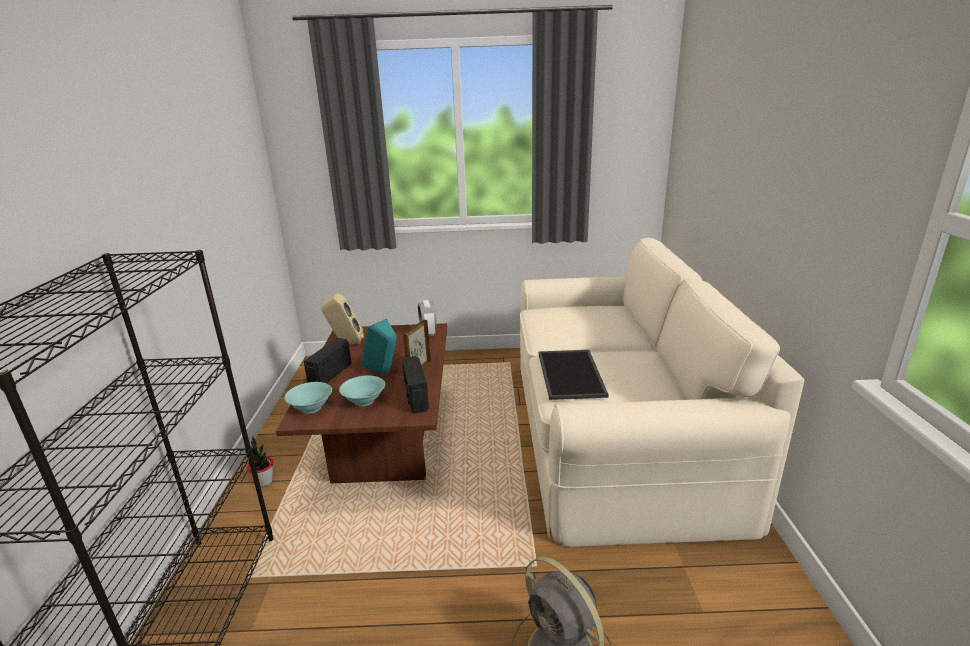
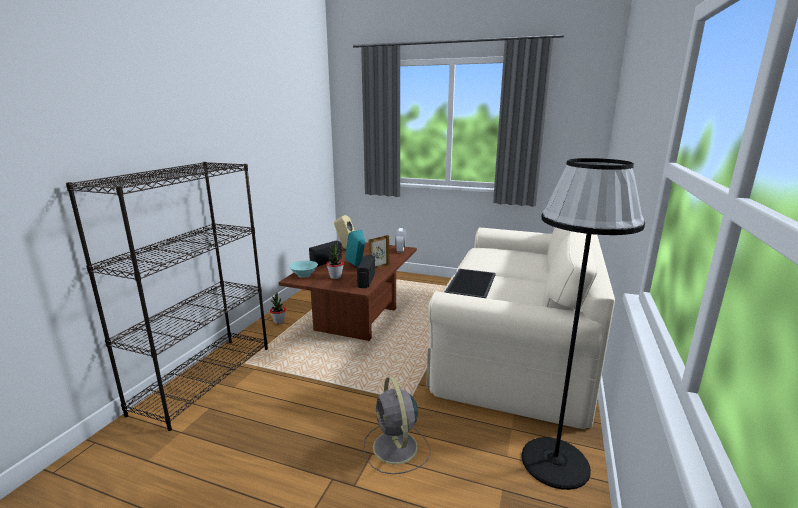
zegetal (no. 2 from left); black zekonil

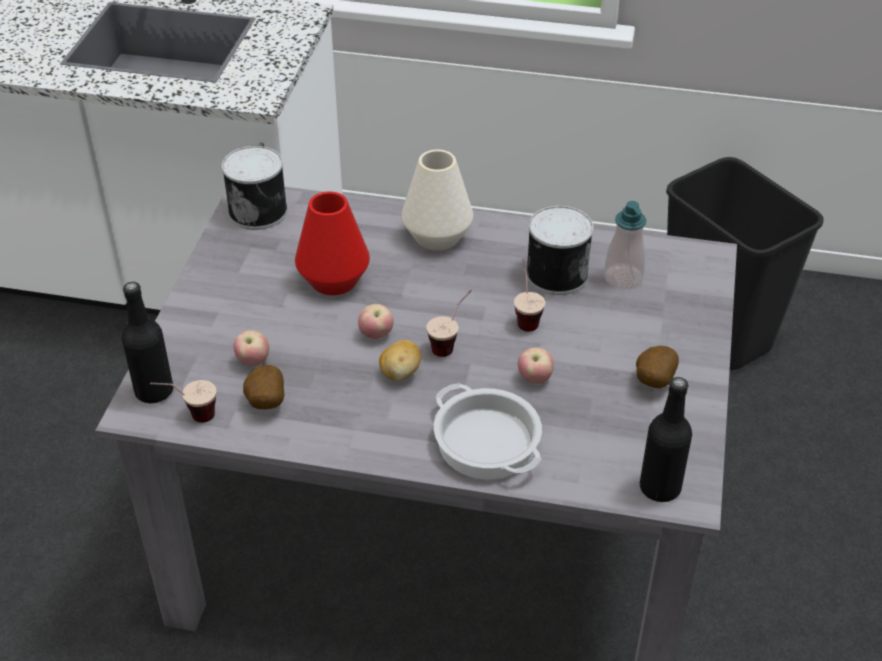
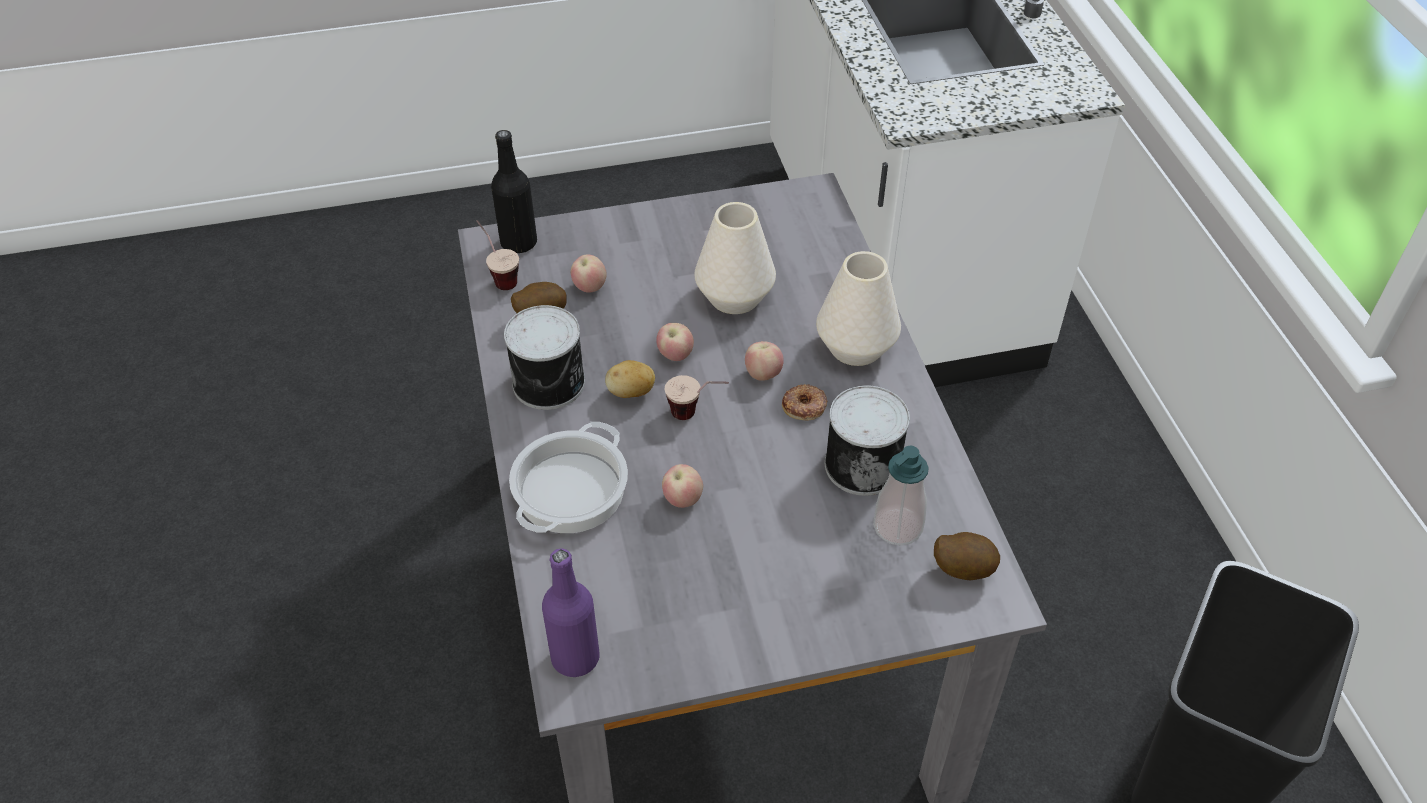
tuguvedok (no. 1 from left); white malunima (no. 1 from left); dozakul (no. 3 from left in the first image); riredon (no. 3 from left); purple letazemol; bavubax (no. 4 from left); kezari

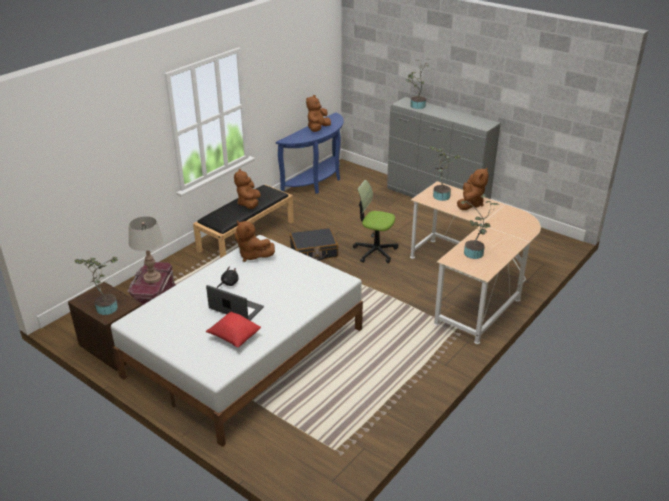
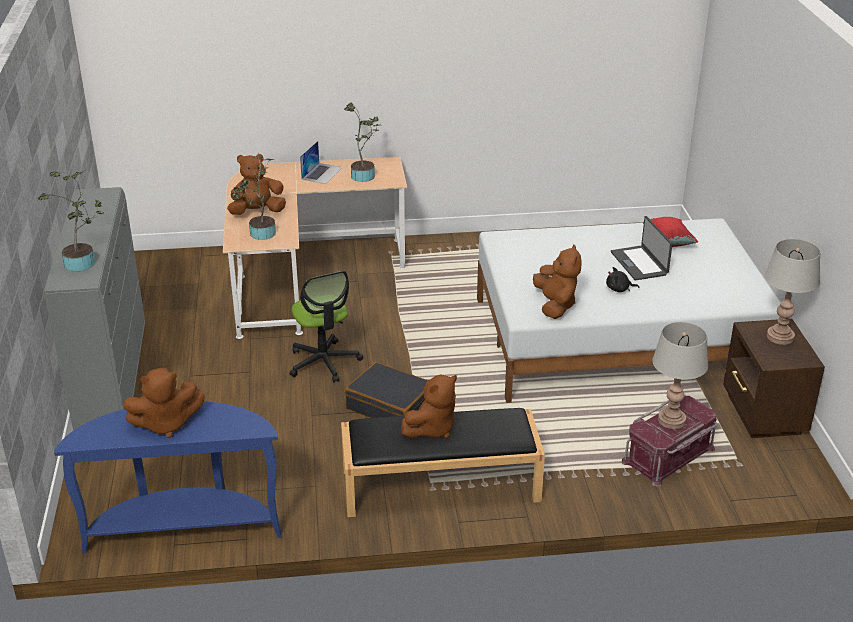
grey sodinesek (no. 2 from left); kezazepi (no. 1 from left)

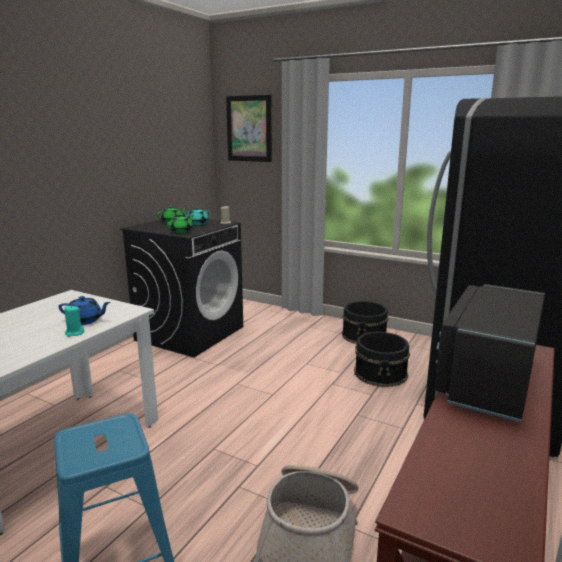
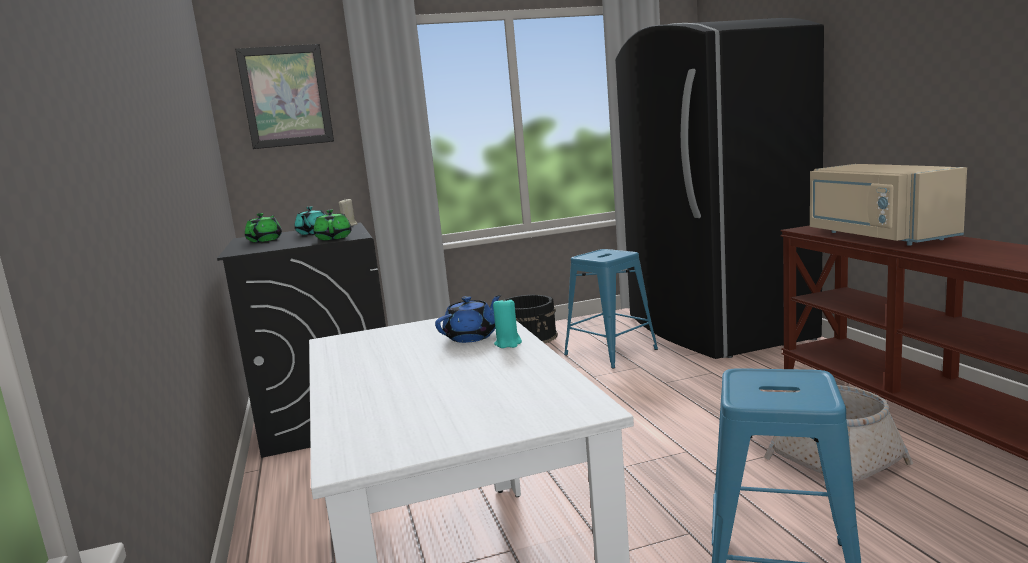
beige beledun; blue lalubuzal (no. 1 from left)

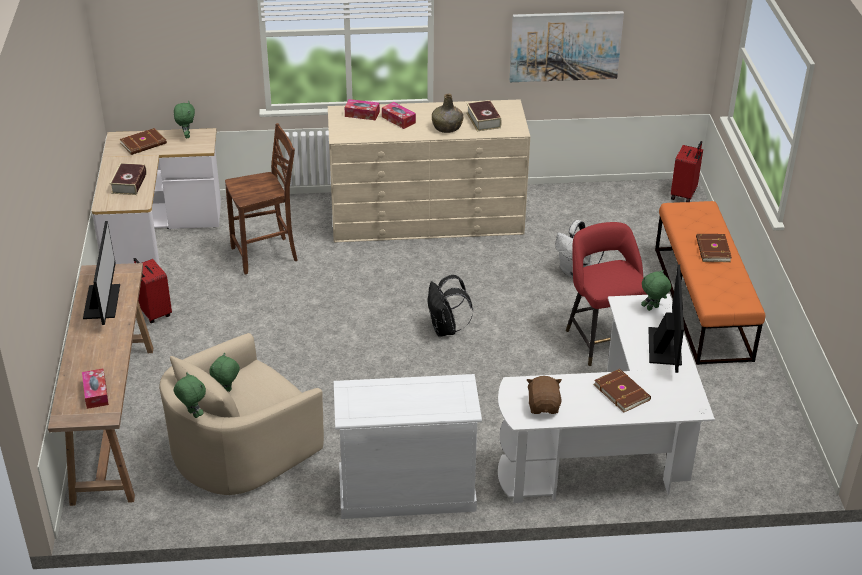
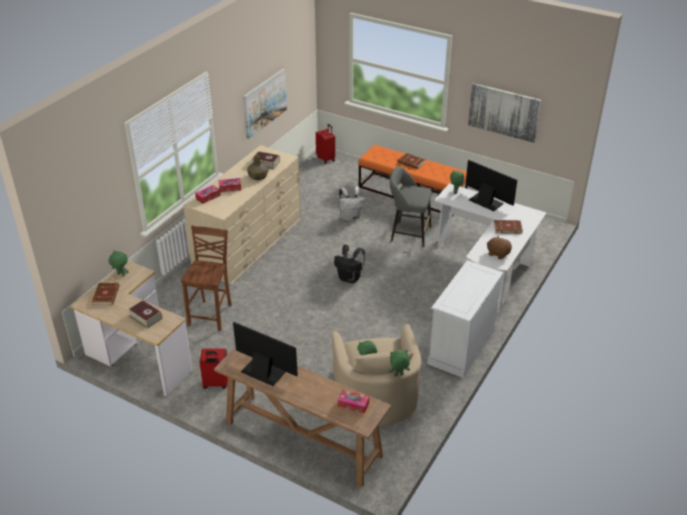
grey lalubuzal; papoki (no. 2 from left)

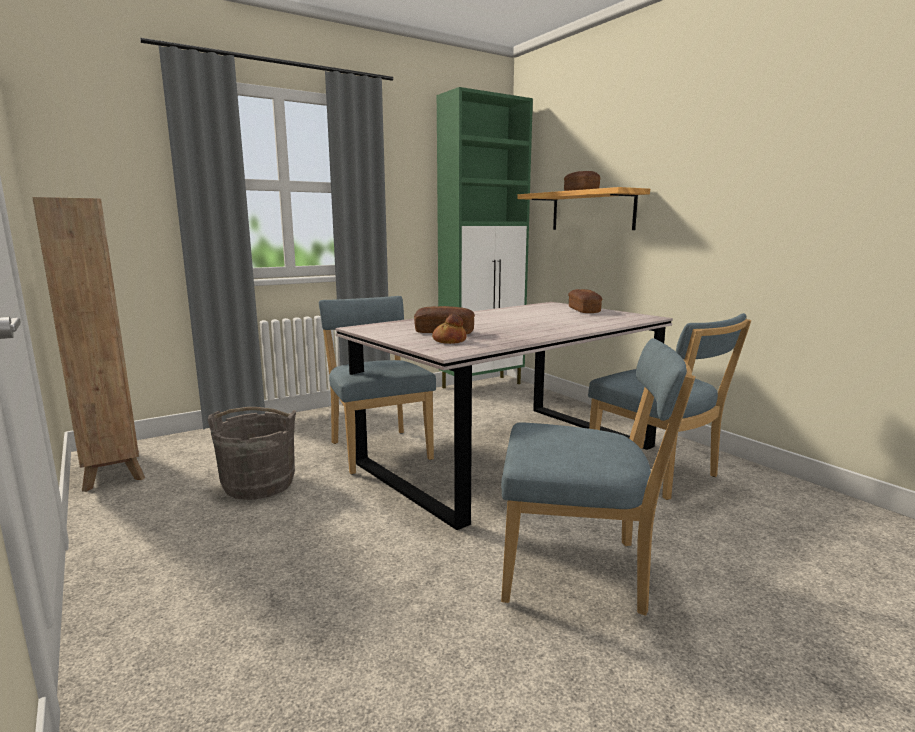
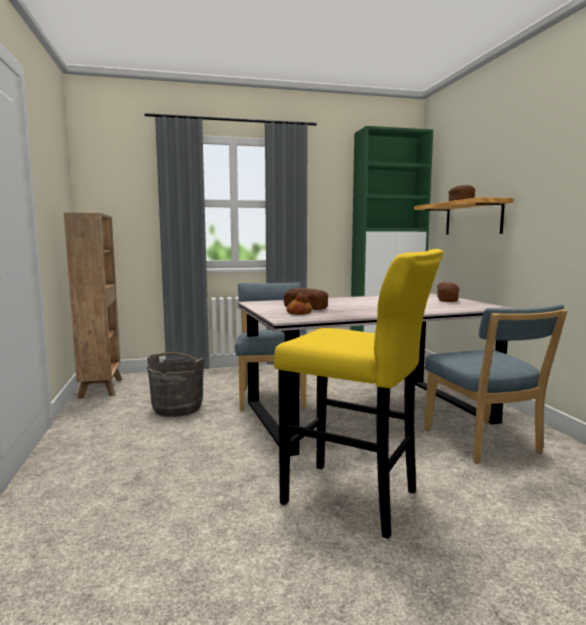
yellow lalubuzal

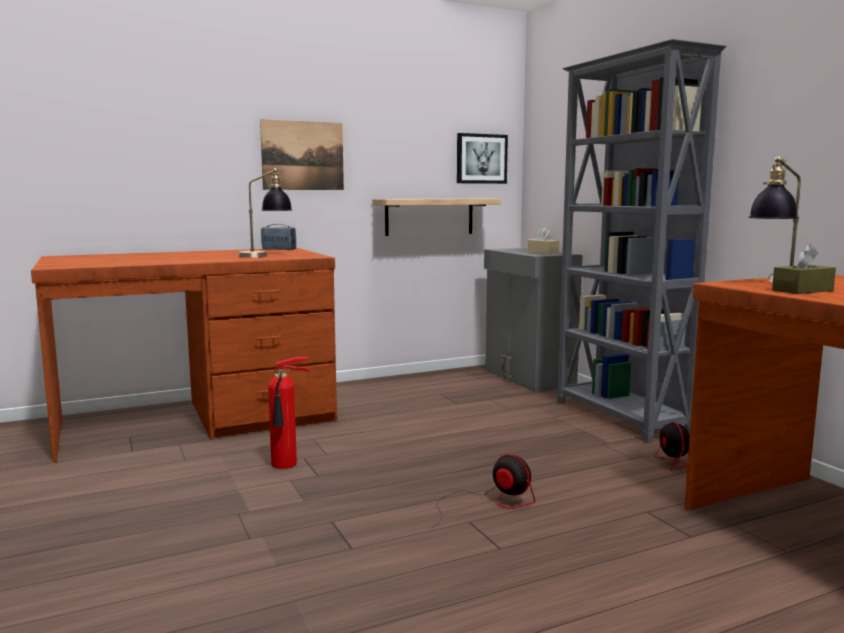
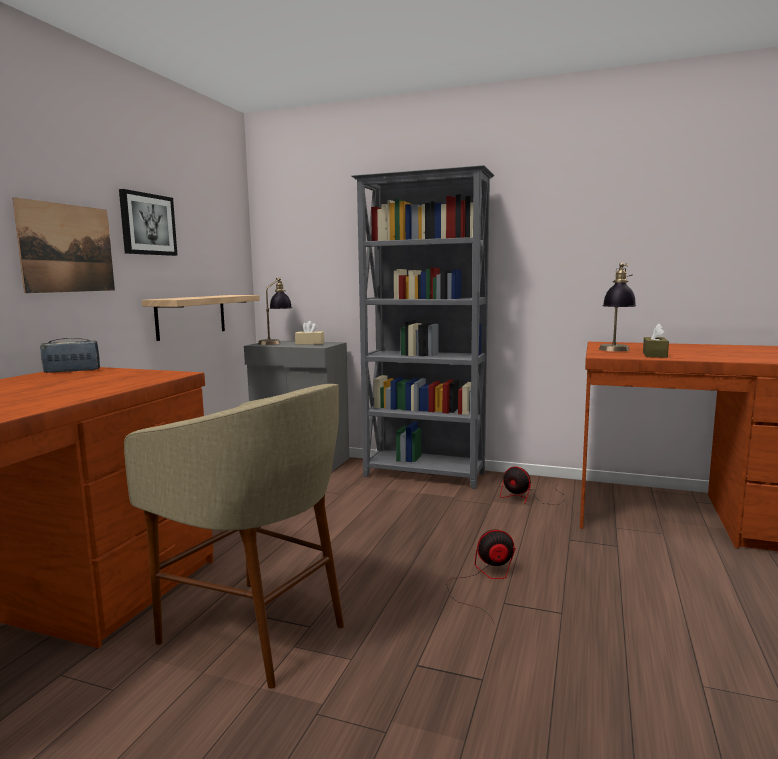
papoki (no. 2 from left); sodinesek (no. 1 from left); beige lalubuzal

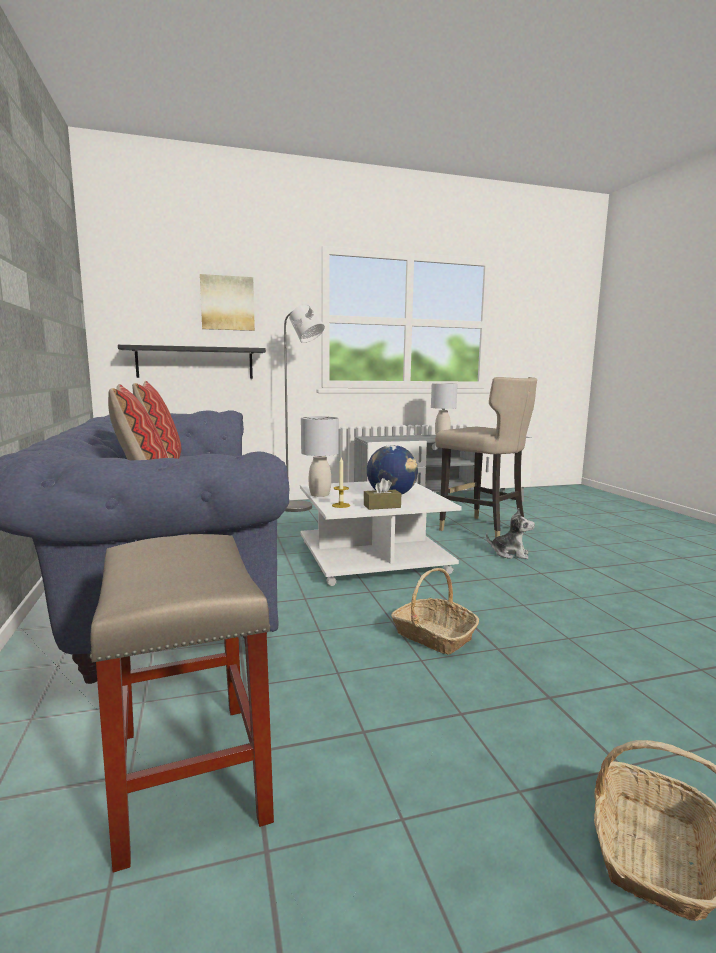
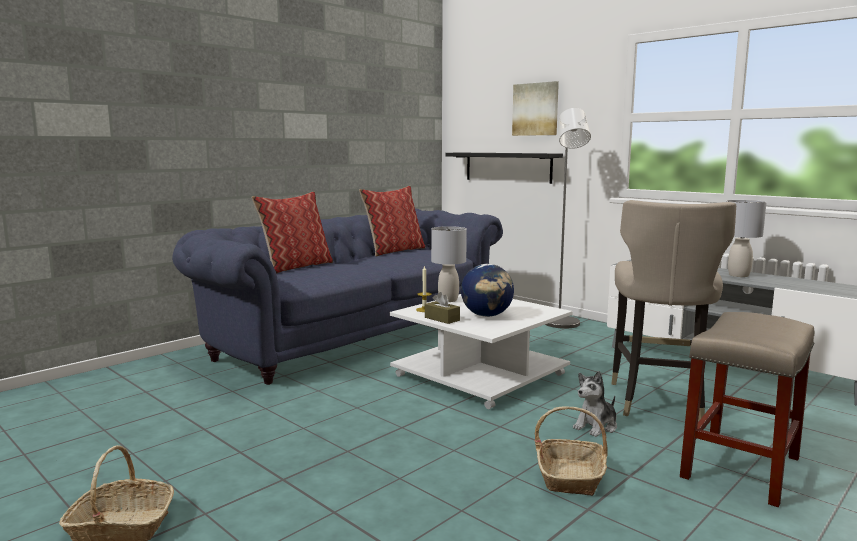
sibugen; beige lalubuzal (no. 2 from left); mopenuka (no. 2 from left)

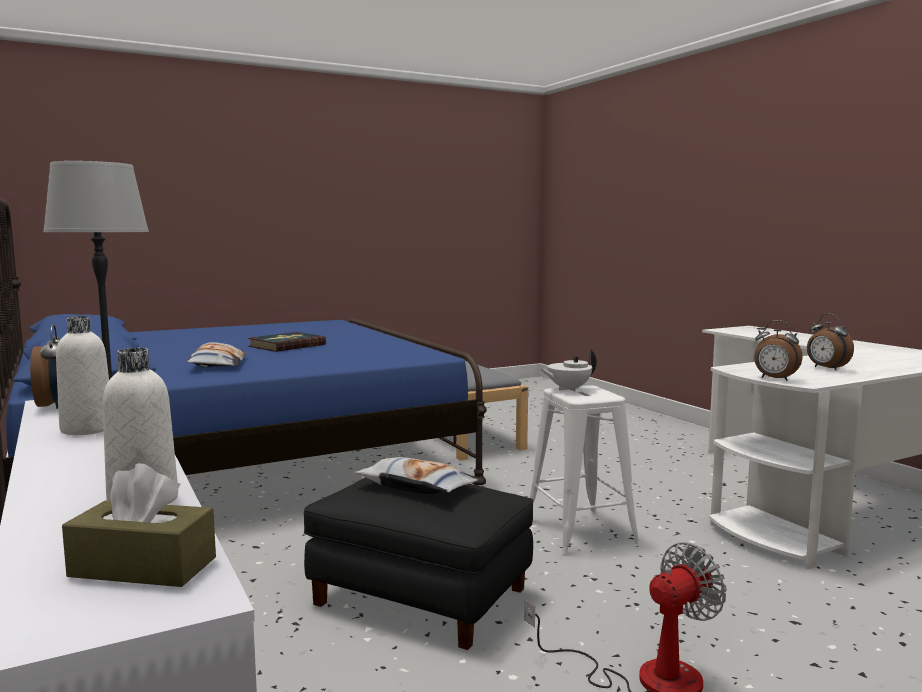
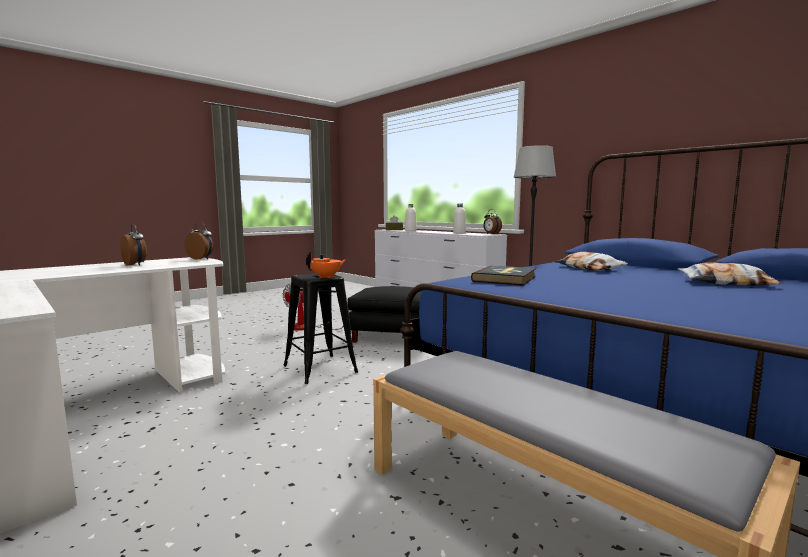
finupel; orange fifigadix; black lalubuzal; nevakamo (no. 2 from left)

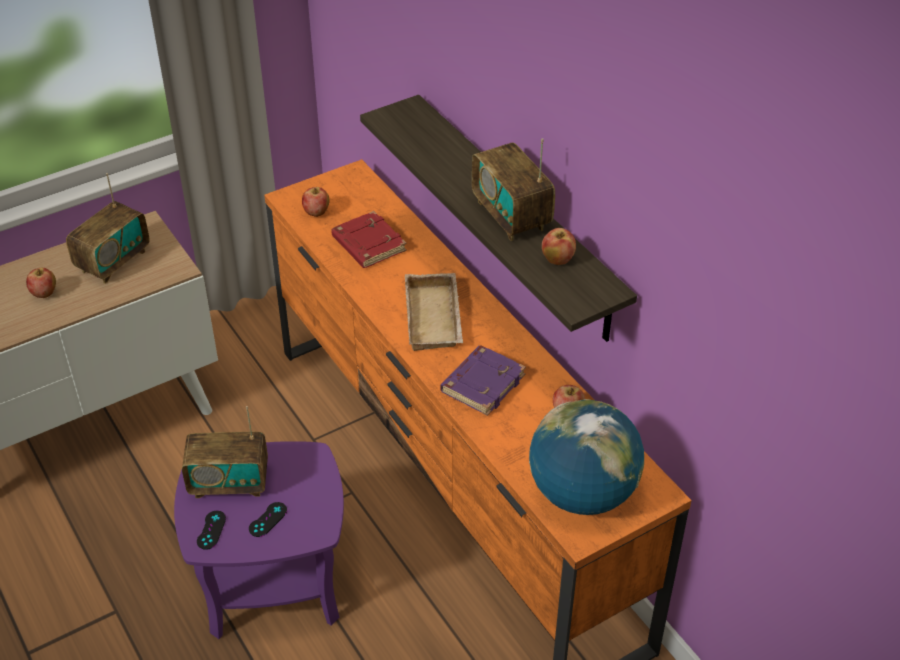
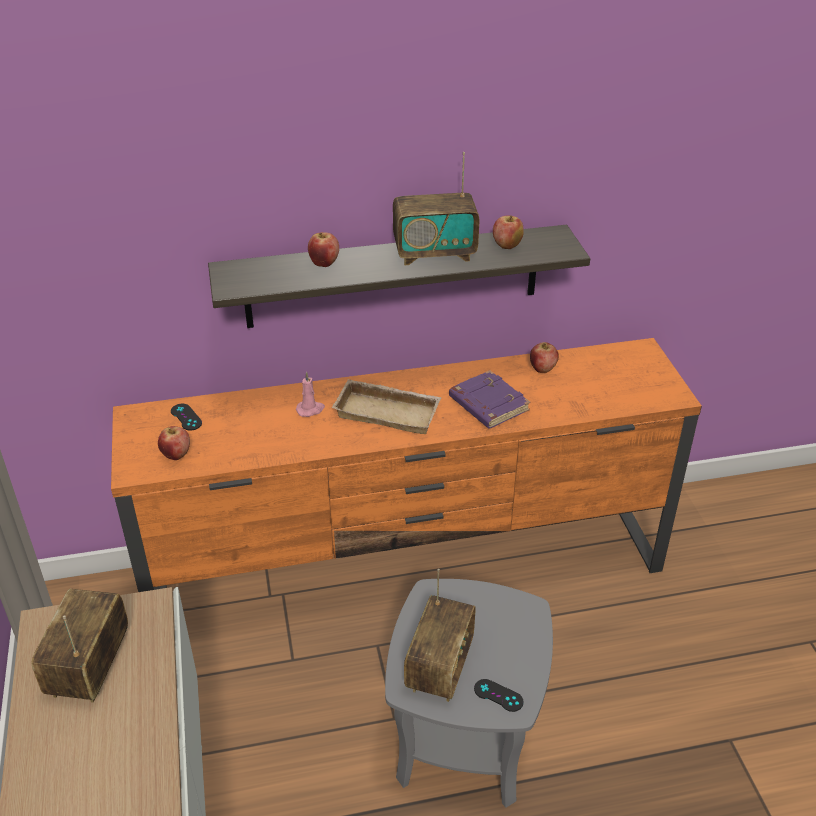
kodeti (no. 1 from left); red finupel; bavubax (no. 2 from left); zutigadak; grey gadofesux; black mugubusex (no. 1 from left); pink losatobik

